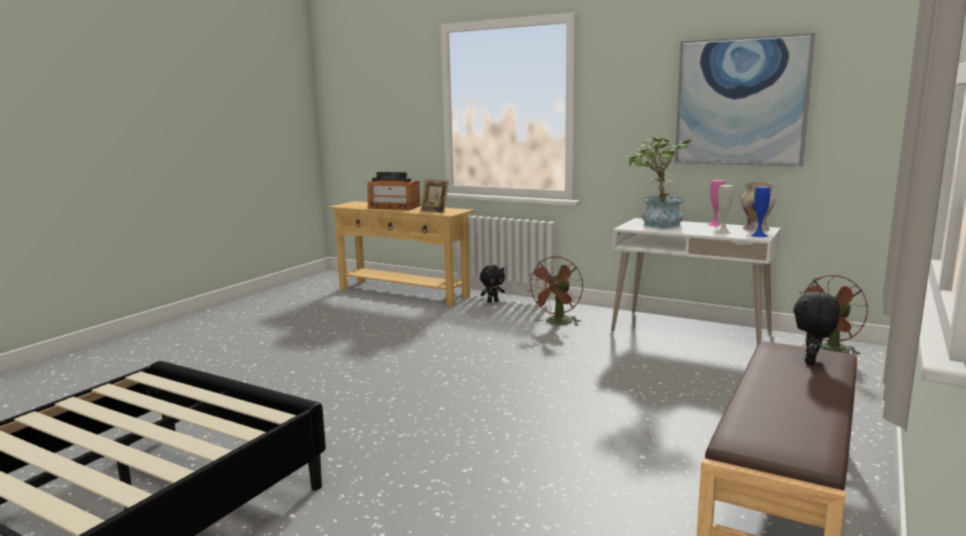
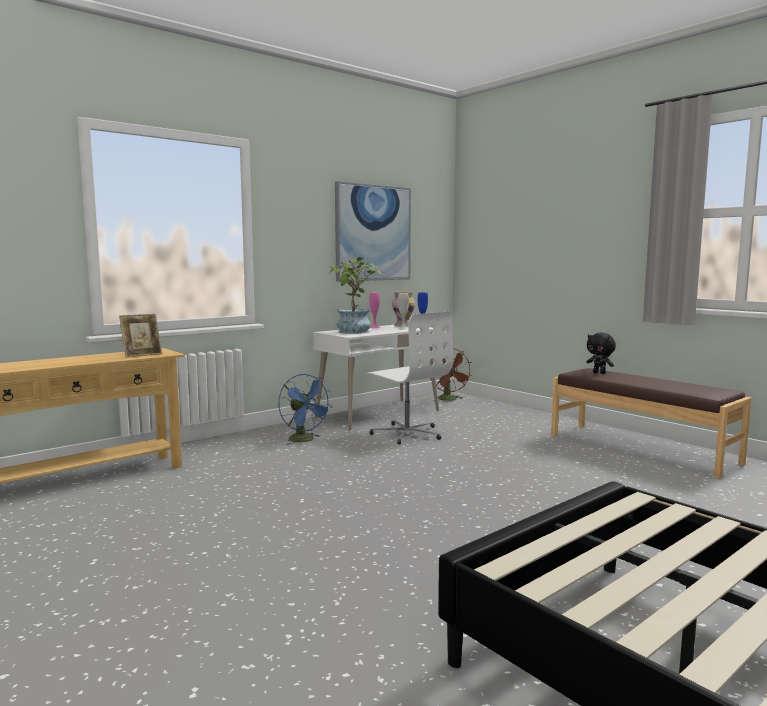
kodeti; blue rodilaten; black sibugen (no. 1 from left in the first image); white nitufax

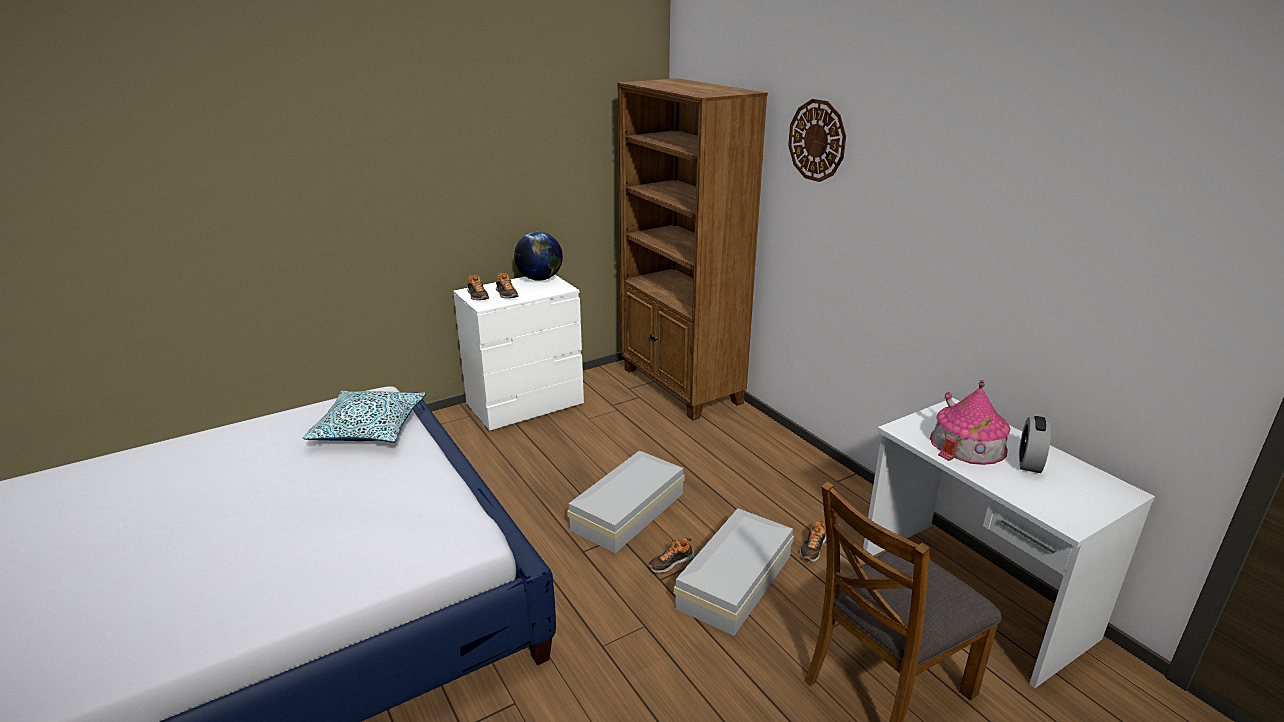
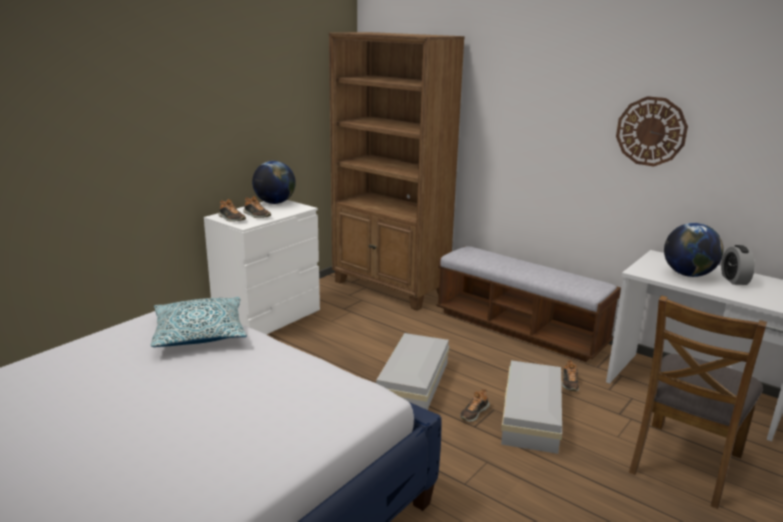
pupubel; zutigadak (no. 2 from left); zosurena

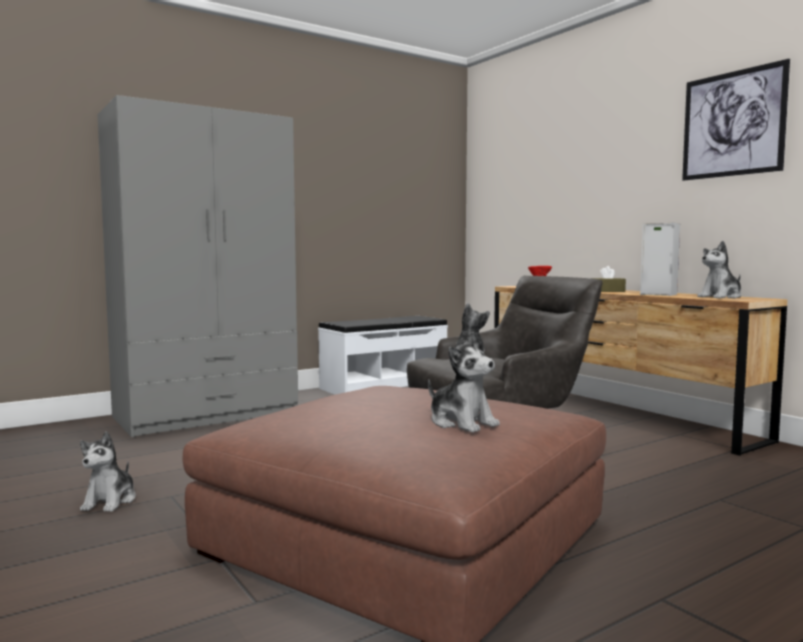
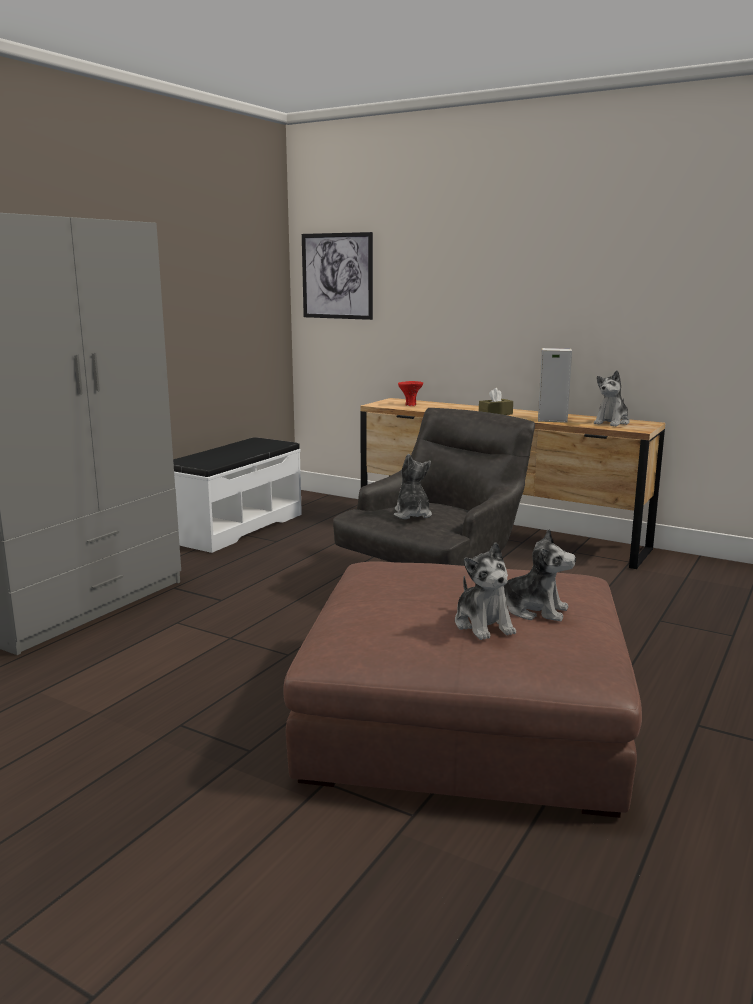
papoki; sibugen (no. 2 from left)

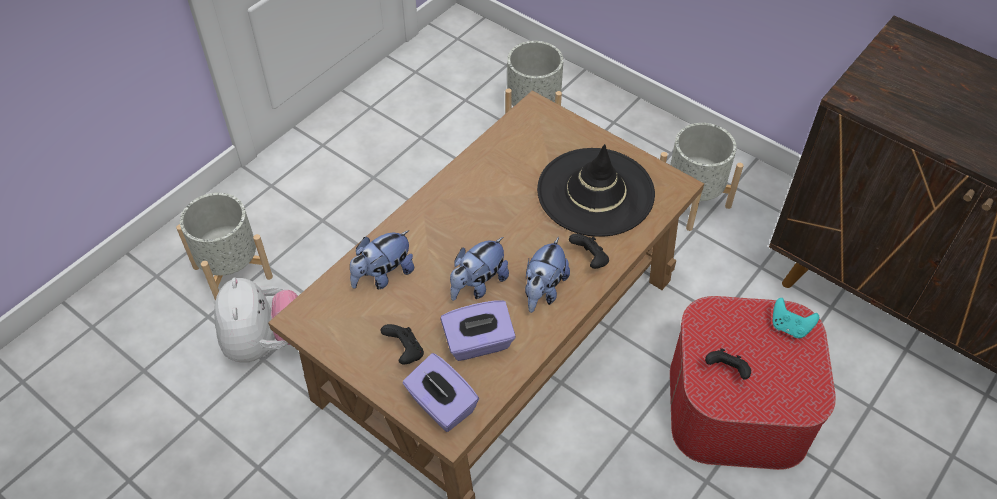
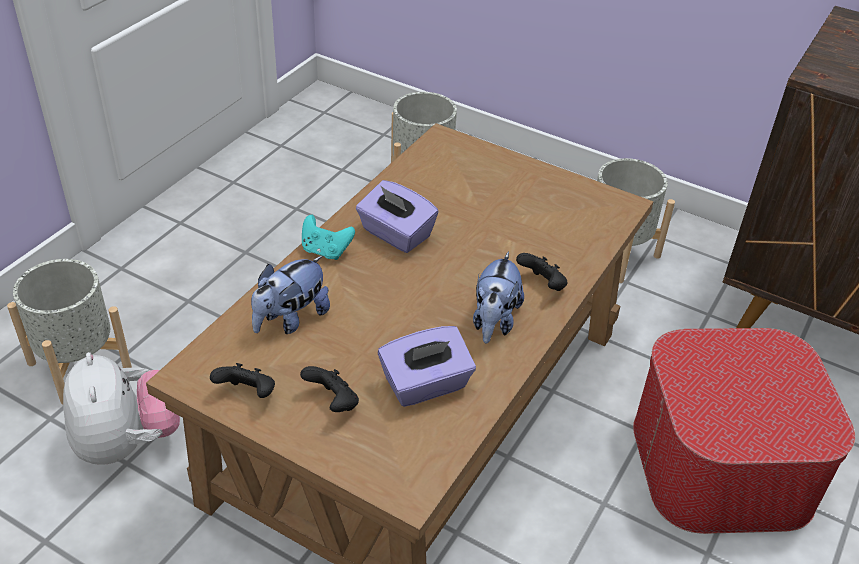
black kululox; sibugen (no. 3 from left in the first image); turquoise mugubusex; black mugubusex (no. 1 from left); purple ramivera (no. 1 from left)

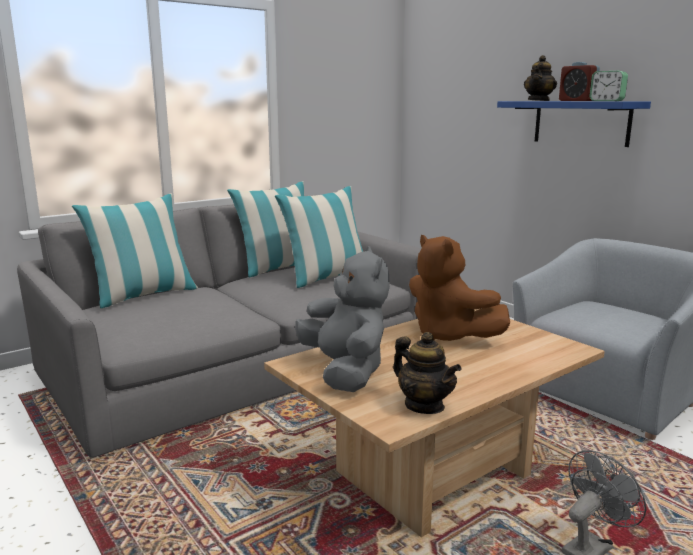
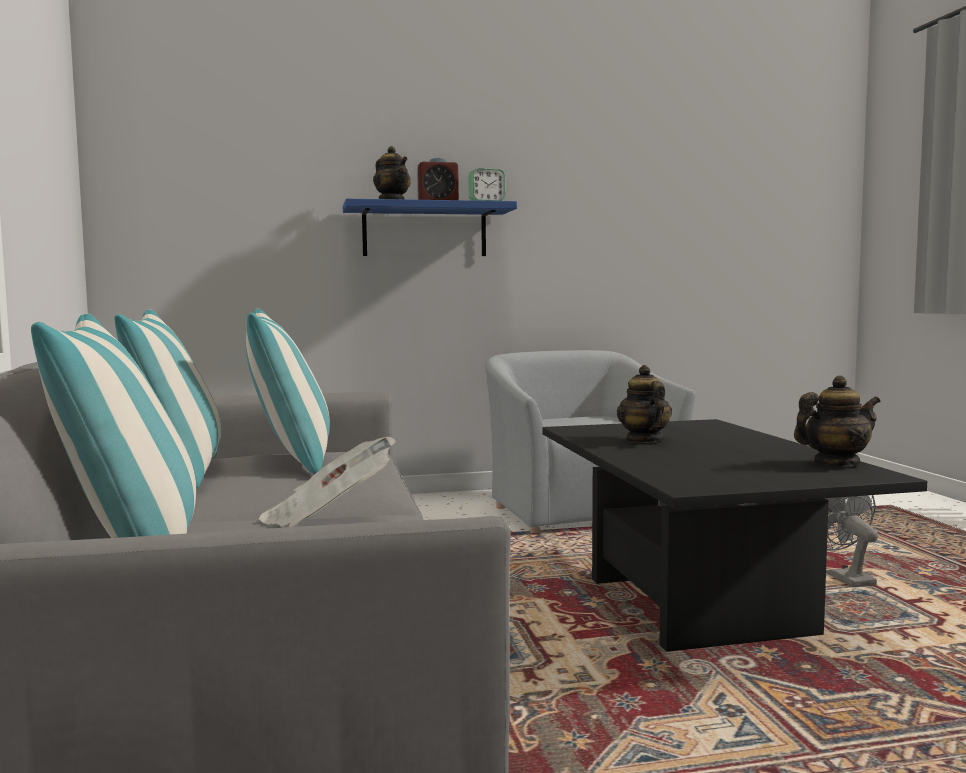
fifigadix (no. 2 from left); grey sibugen; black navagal; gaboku

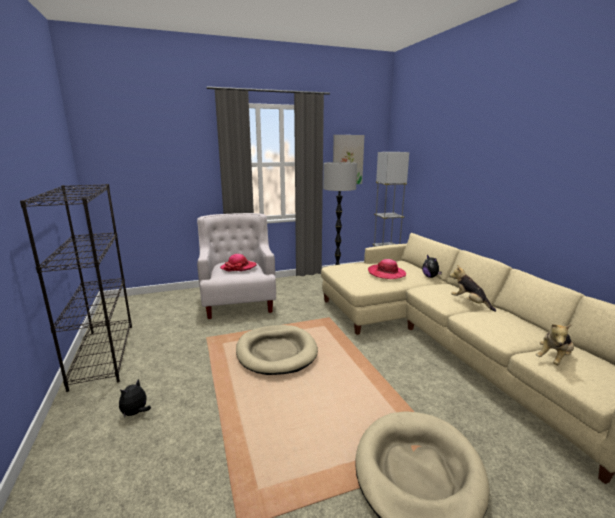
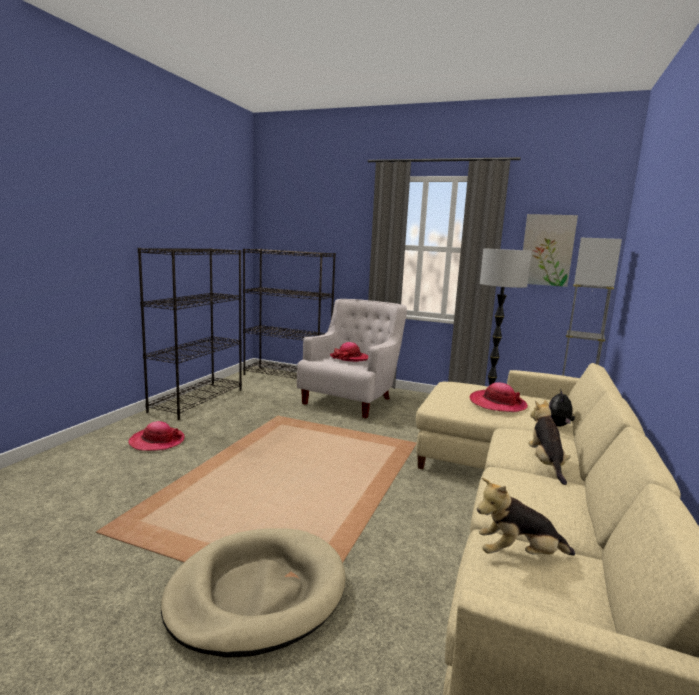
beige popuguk (no. 1 from left in the first image); kululox (no. 1 from left); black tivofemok (no. 2 from left)

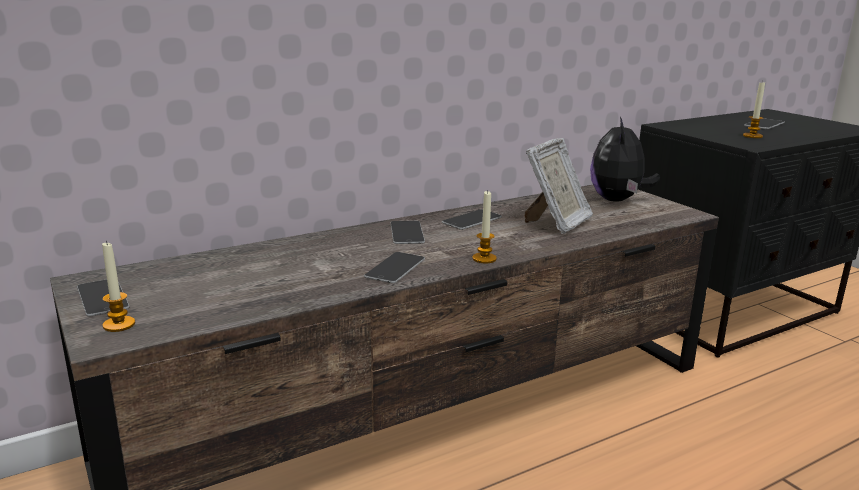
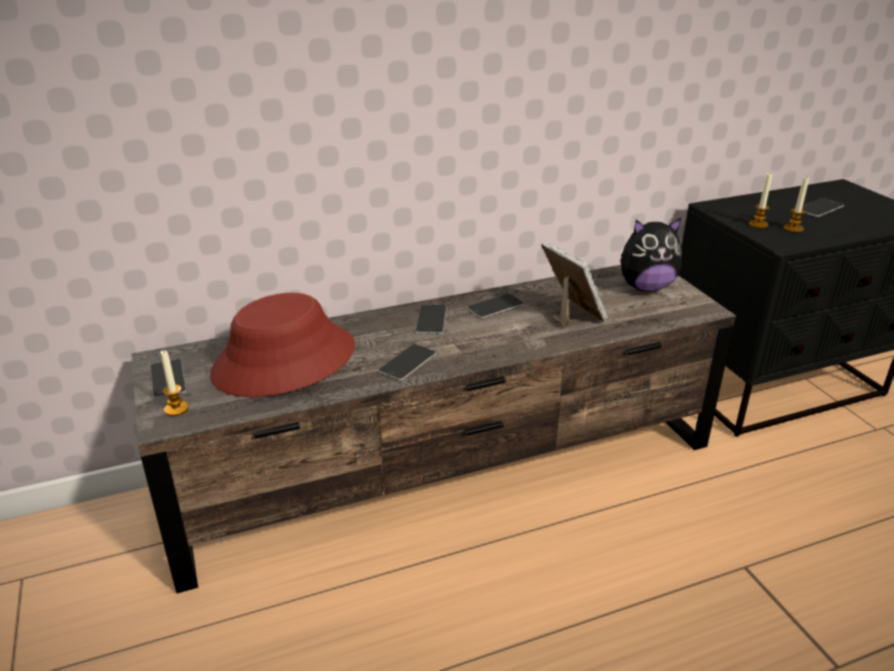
sibugen; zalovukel; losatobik (no. 2 from left); red kululox

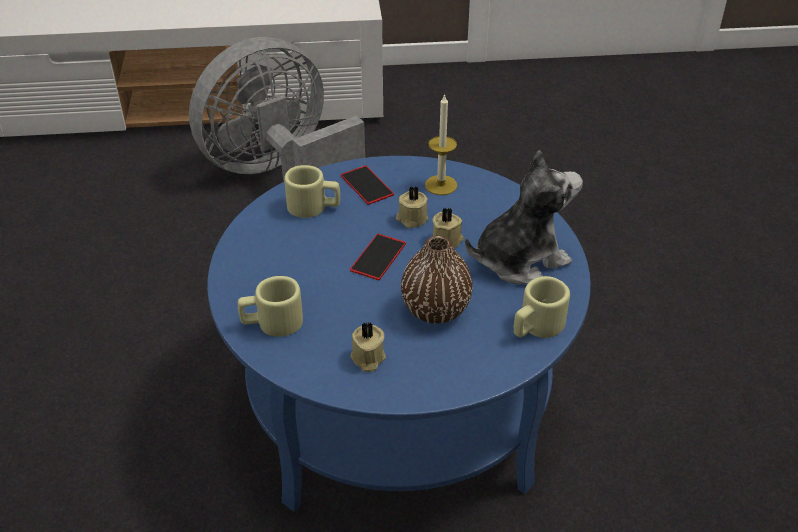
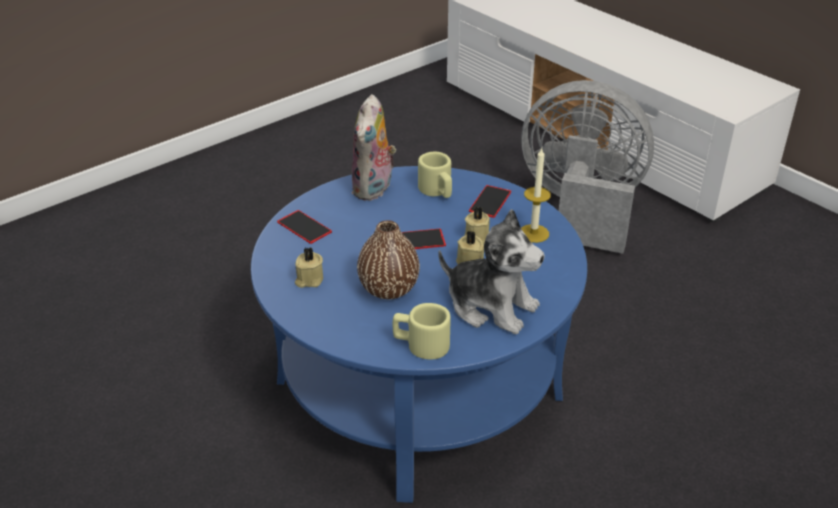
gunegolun (no. 1 from left); sibugen (no. 1 from left)

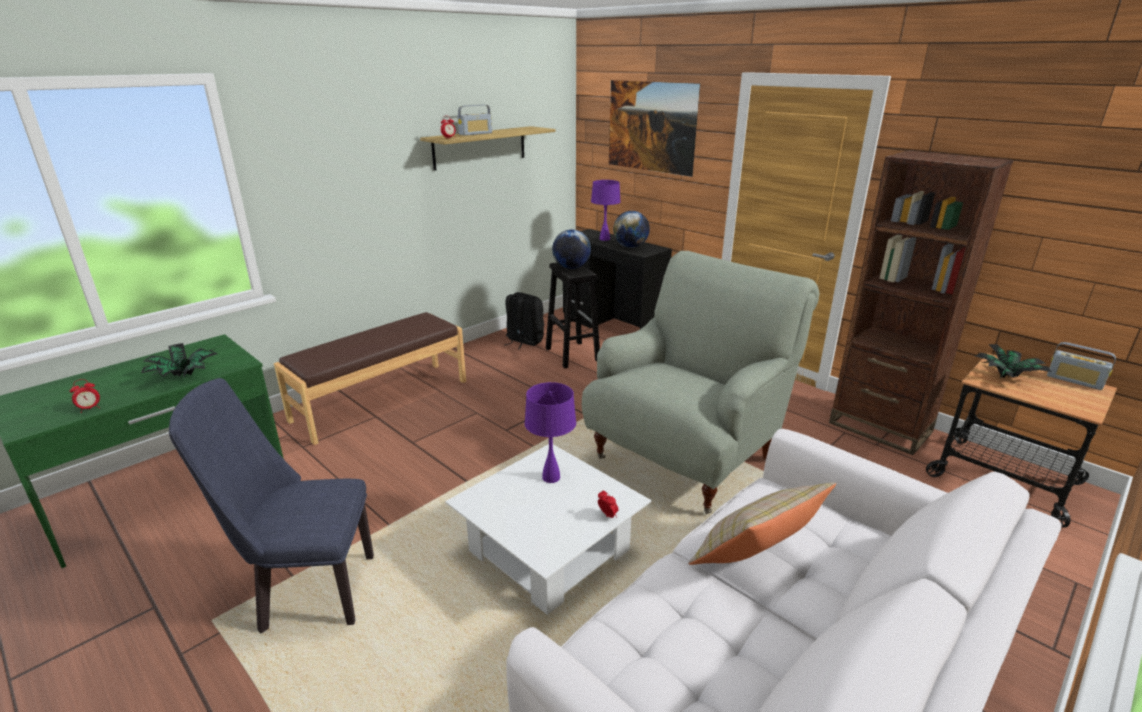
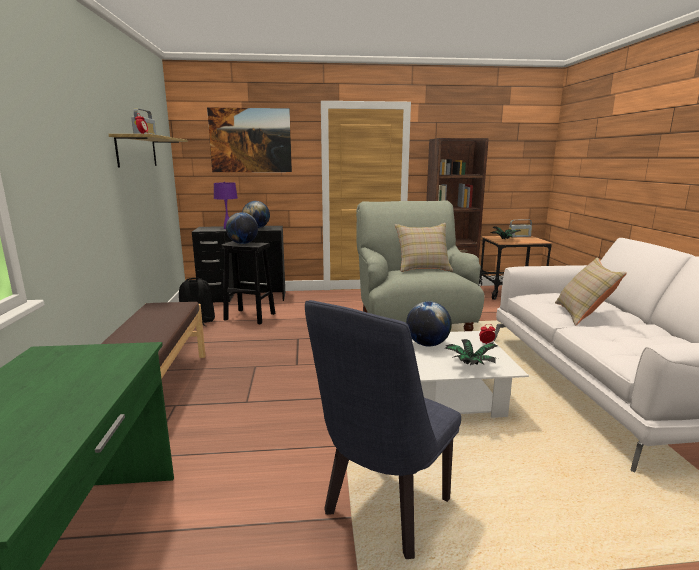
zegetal (no. 1 from left); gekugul (no. 1 from left in the first image); zutigadak (no. 3 from left); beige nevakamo (no. 1 from left)

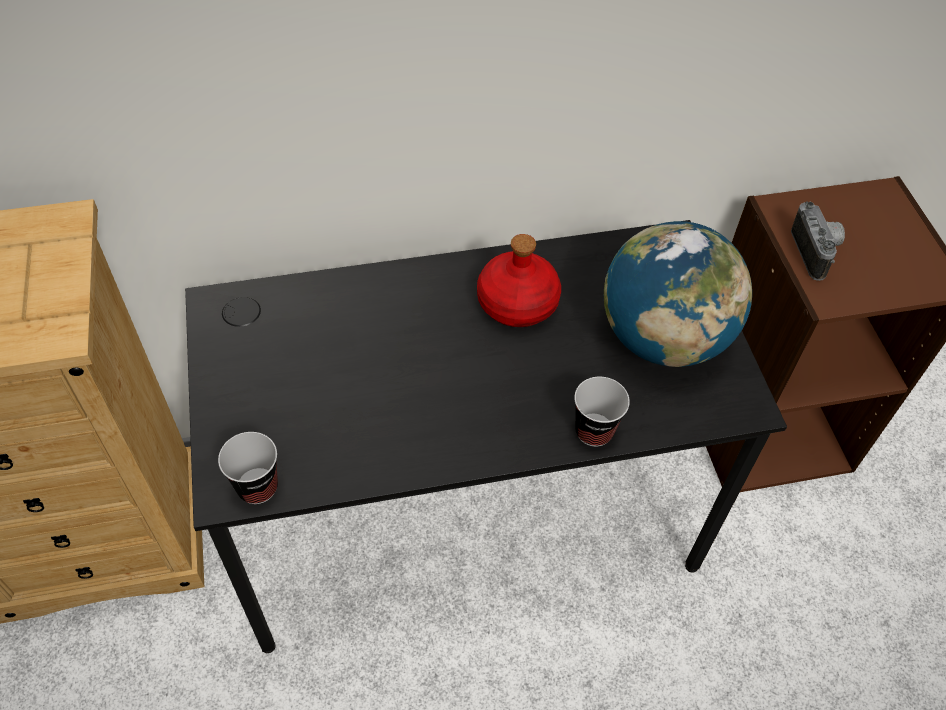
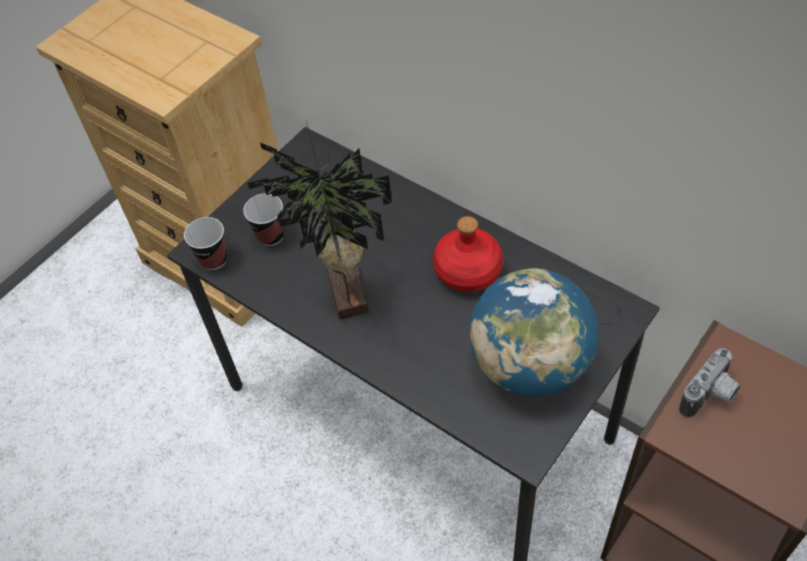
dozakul (no. 2 from left); zegetal

